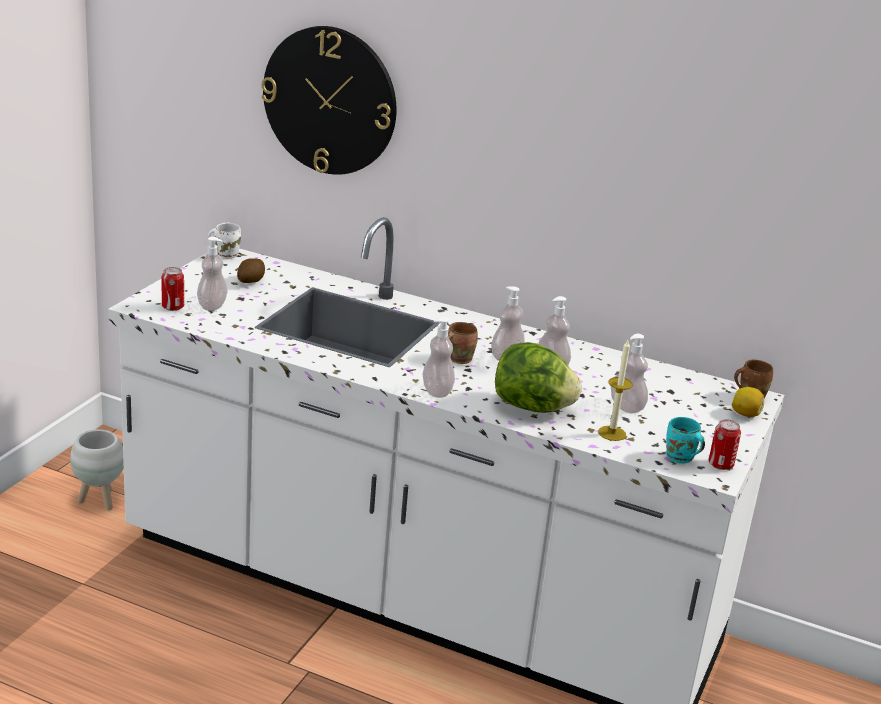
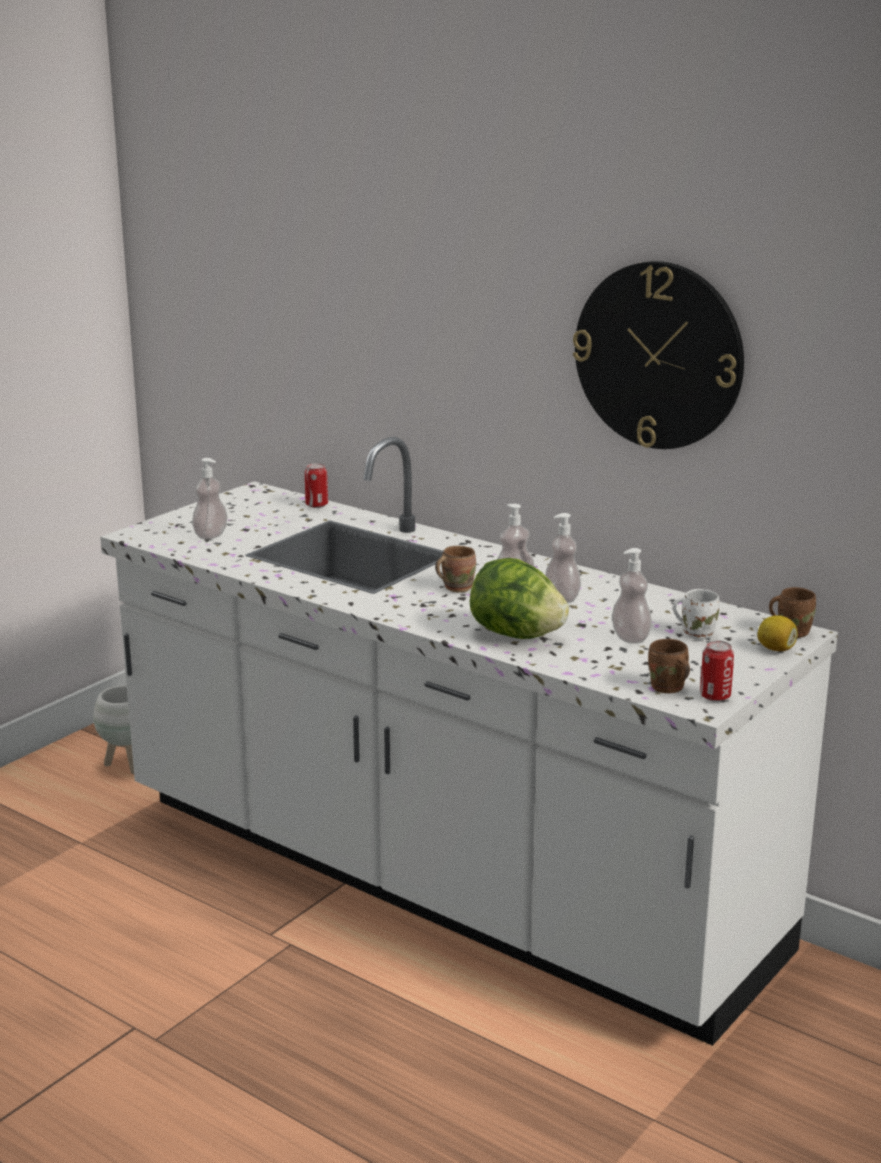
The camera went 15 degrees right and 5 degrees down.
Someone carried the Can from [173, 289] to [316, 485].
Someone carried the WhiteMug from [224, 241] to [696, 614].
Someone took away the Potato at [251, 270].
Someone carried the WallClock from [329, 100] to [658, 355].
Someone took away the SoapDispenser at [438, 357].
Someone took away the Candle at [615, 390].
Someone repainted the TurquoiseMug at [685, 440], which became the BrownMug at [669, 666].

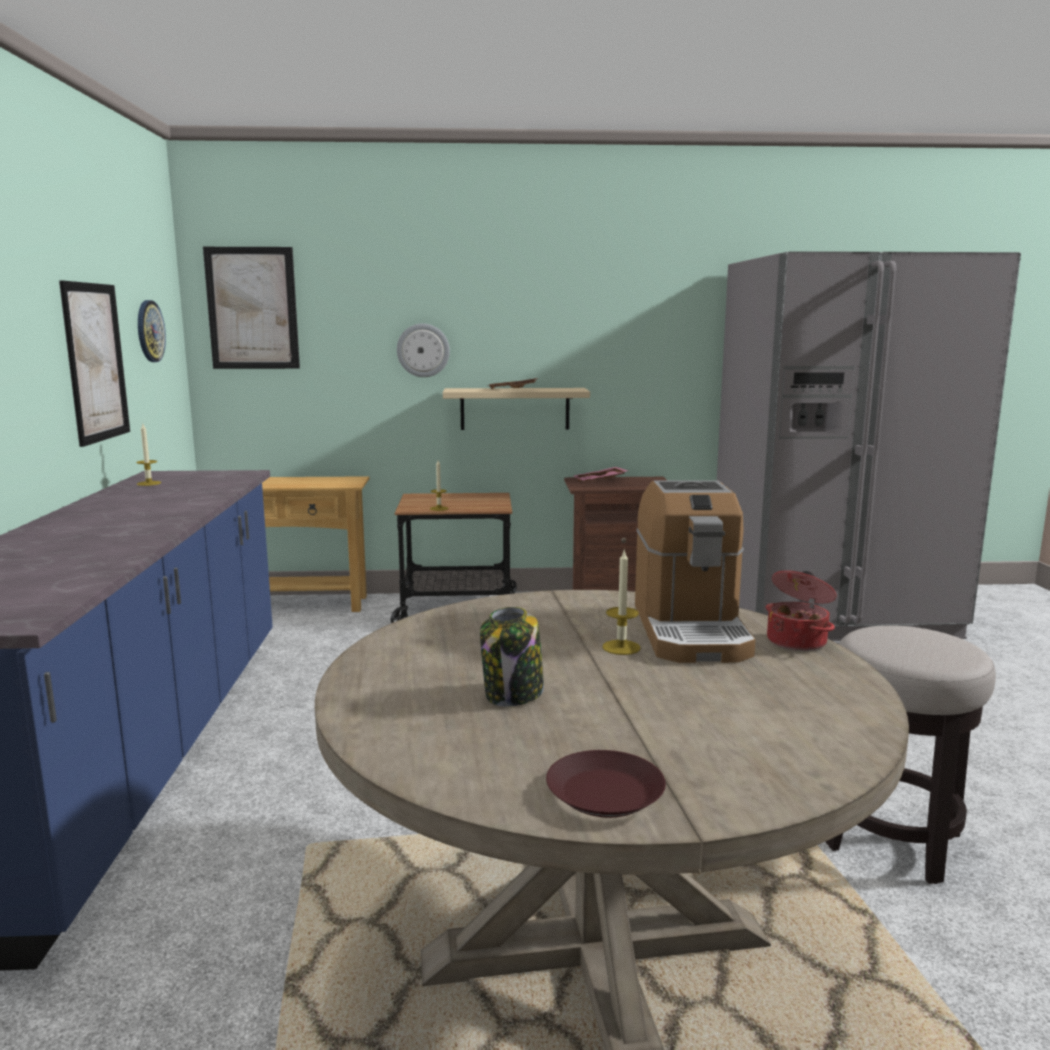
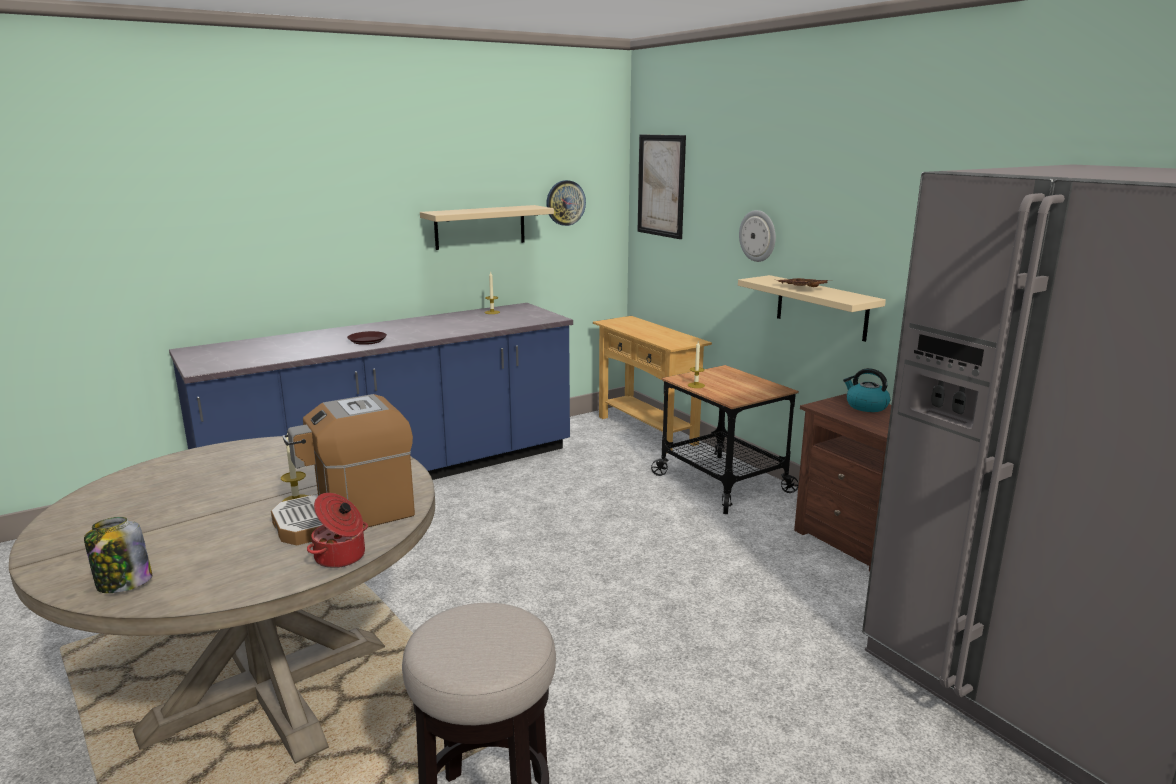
The camera went 60 degrees right and 5 degrees up.
Someone swapped the Picture at [94, 363] for the BeigeShelf at [487, 227].
Someone carried the Jar from [512, 656] to [118, 555].
Someone carried the BrownPlate from [606, 783] to [367, 338].
Someone swapped the PinkTray at [601, 474] for the Kettle at [866, 390].

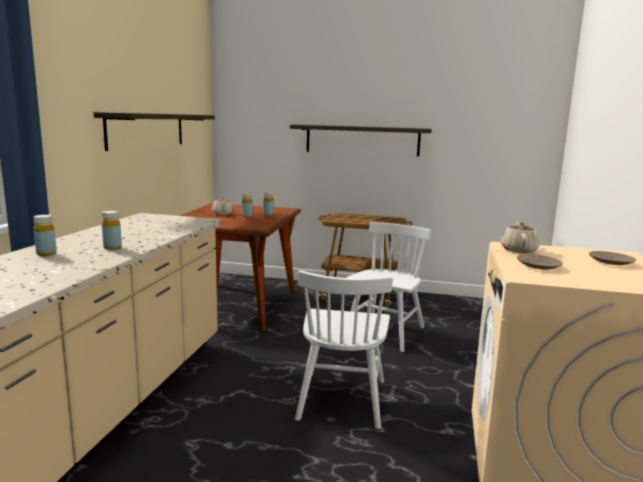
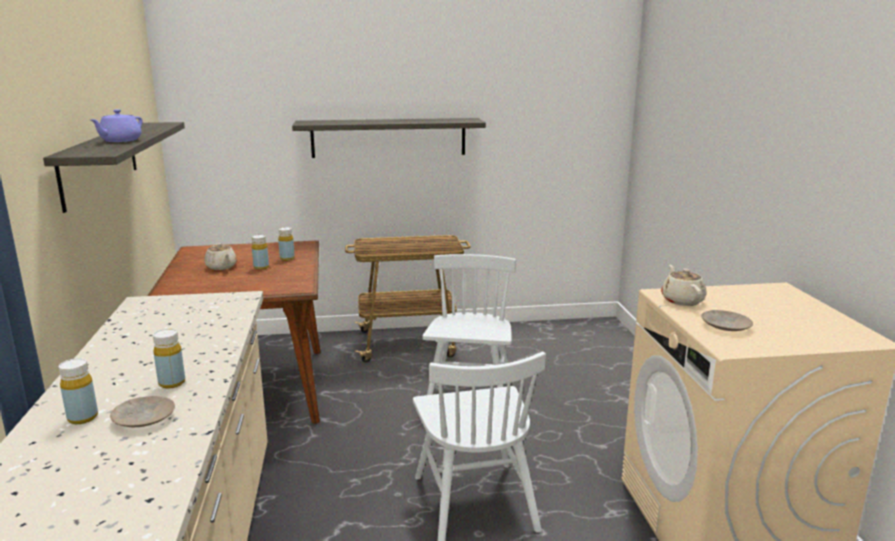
The camera went 20 degrees left and 5 degrees up.
Someone carried the BeigePlate from [612, 258] to [142, 411].
Someone put down the PurpleTeapot at [116, 125].

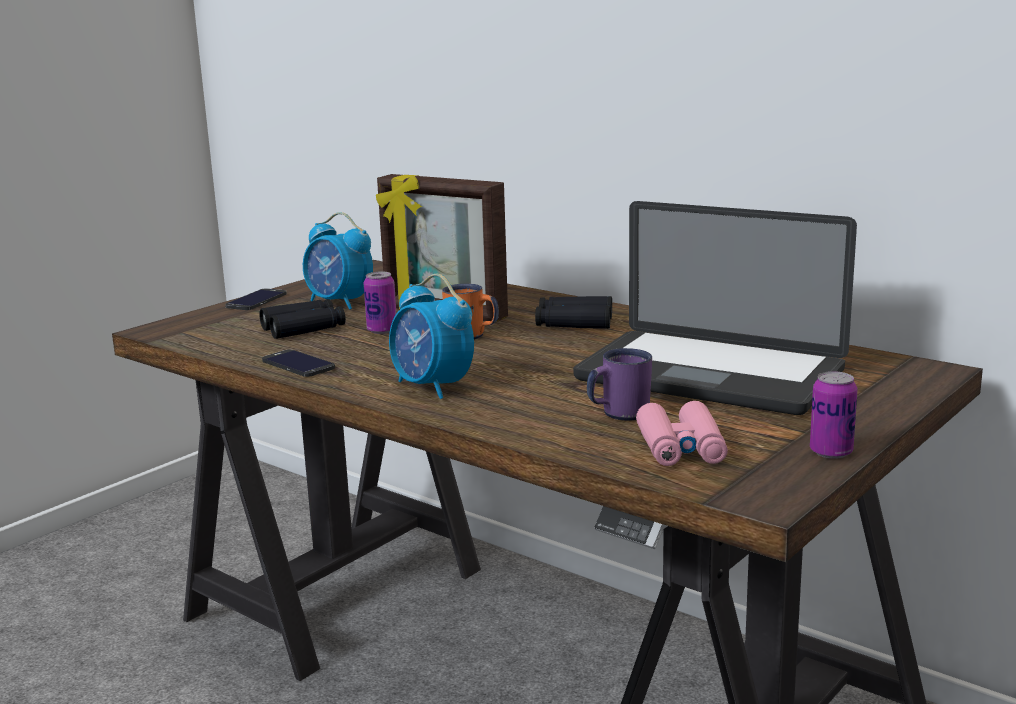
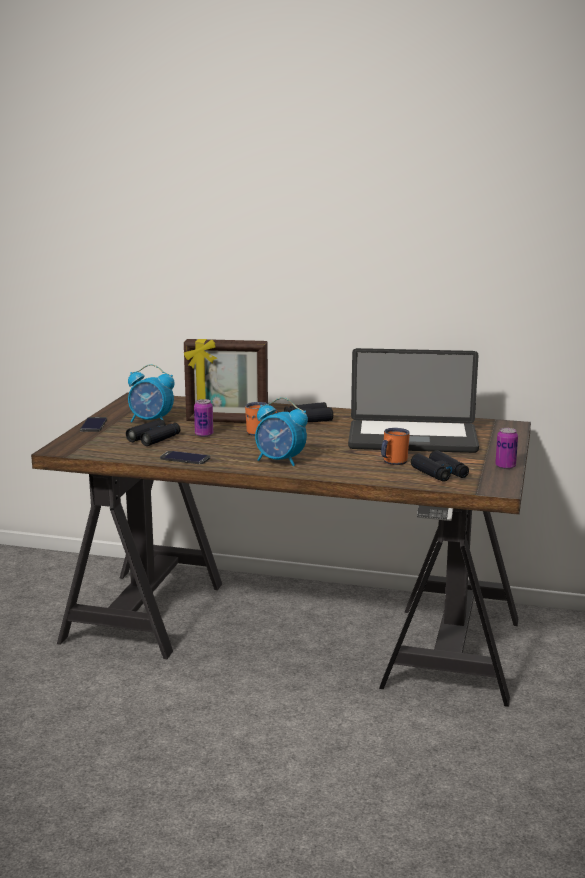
The camera went 25 degrees left and 0 degrees up.
Someone repainted the PurpleMug at [619, 384], which became the OrangeMug at [395, 446].
Someone repainted the PinkBinoculars at [682, 433], which became the BlackBinoculars at [440, 466].

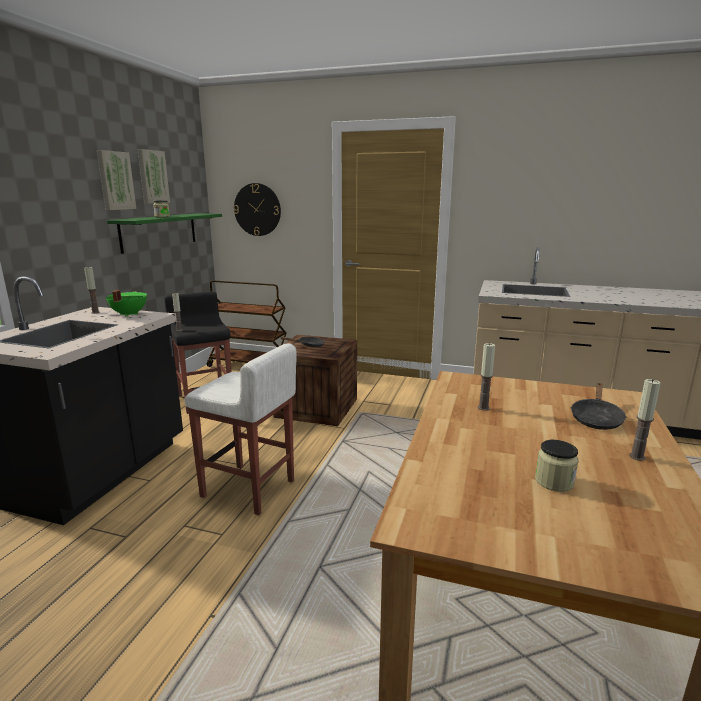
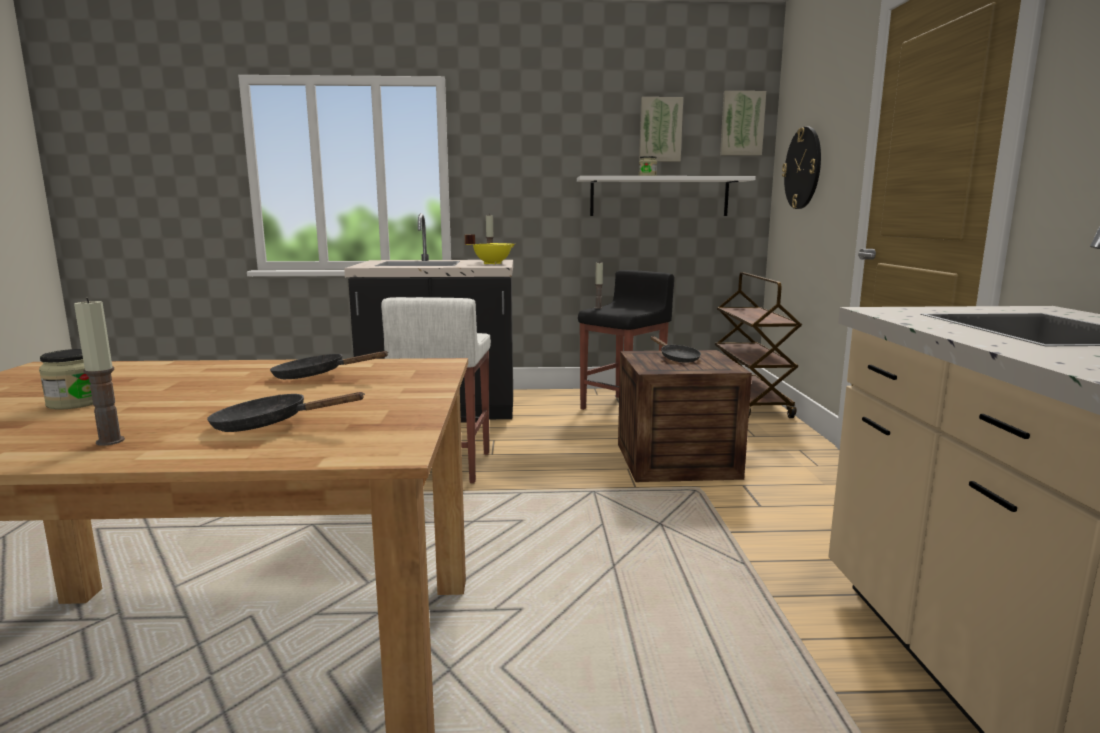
The camera went 70 degrees right and 5 degrees down.
Someone carried the Picture from [116, 180] to [743, 123].
Someone repainted the GreenCookingPot at [126, 303], which became the YellowCookingPot at [490, 249].
Someone repainted the GreenShelf at [164, 233], which became the WhiteShelf at [666, 196].
Someone swapped the Candle at [486, 376] for the BlackFryingPan at [329, 365].

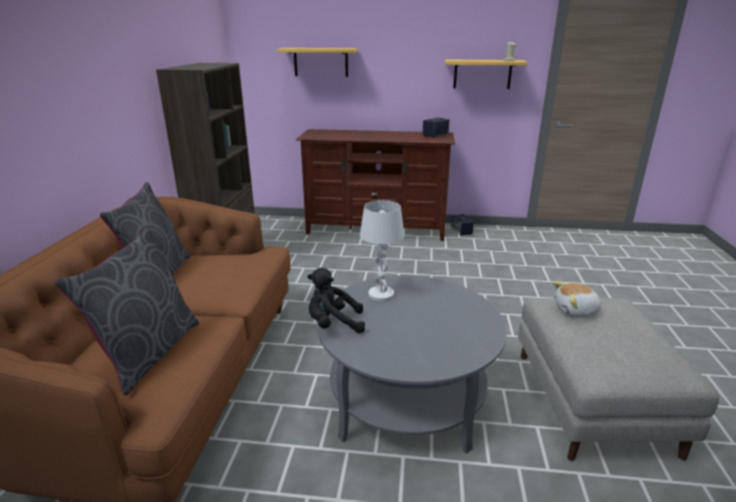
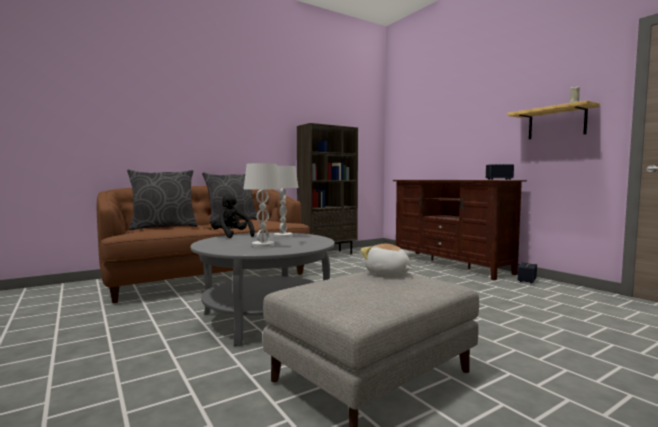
The camera went 50 degrees right and 20 degrees down.
Someone took away the Shelf at [317, 62].
Someone put down the WhiteTableLamp at [262, 205].

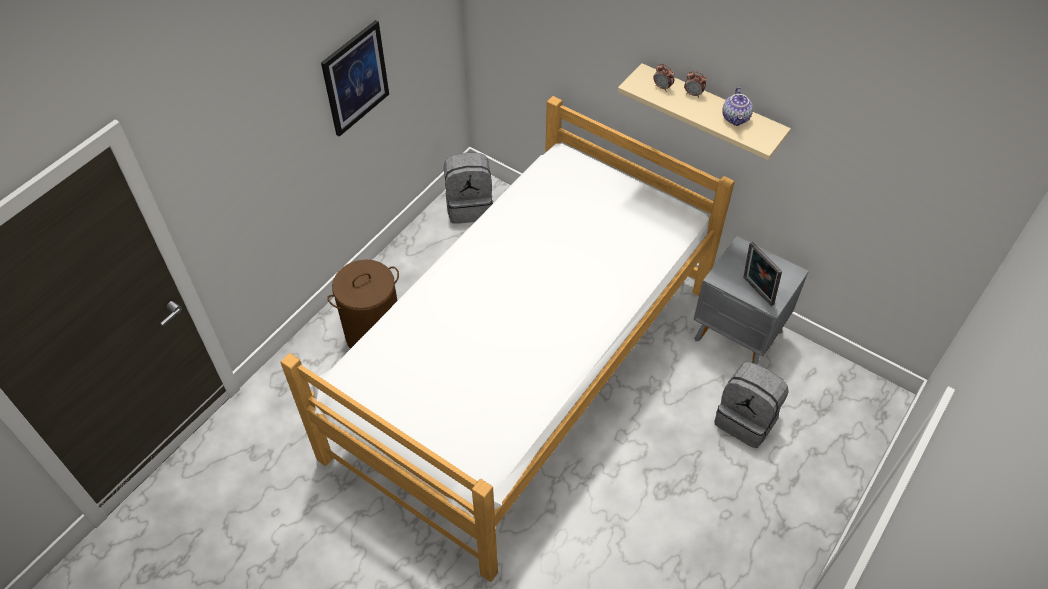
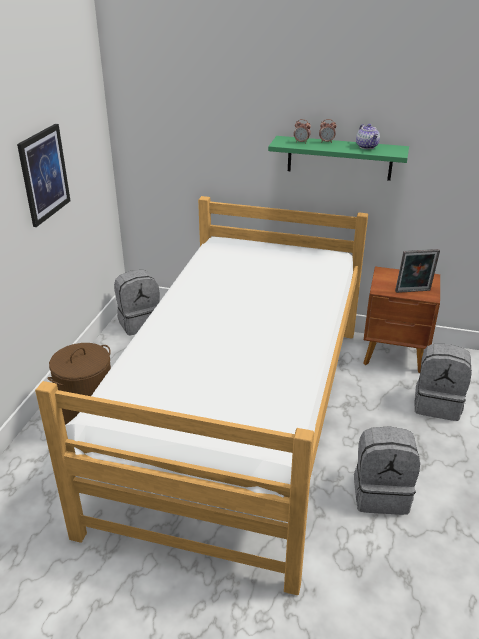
The camera went 20 degrees left and 20 degrees down.
Someone repainted the BeigeShelf at [704, 111], which became the GreenShelf at [338, 158].
Someone repainted the GreyNightstand at [751, 300], which became the BrownNightstand at [401, 320].
Someone rotated the PictureFrame at [762, 274] by 45 degrees counterclockwise.
Someone put down the GreyBackpack at [387, 470].

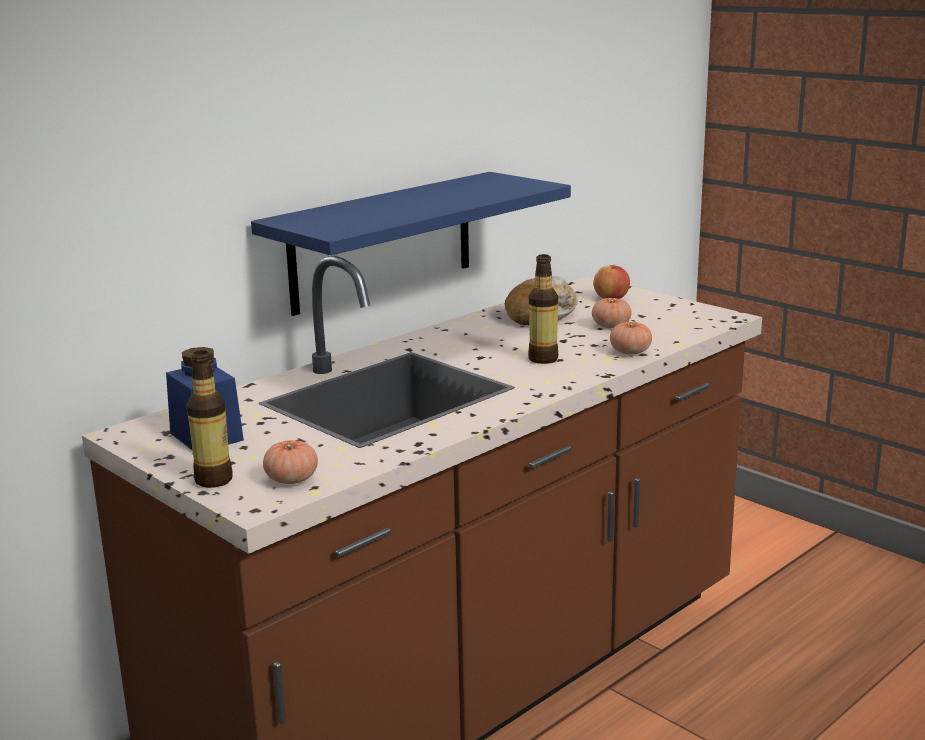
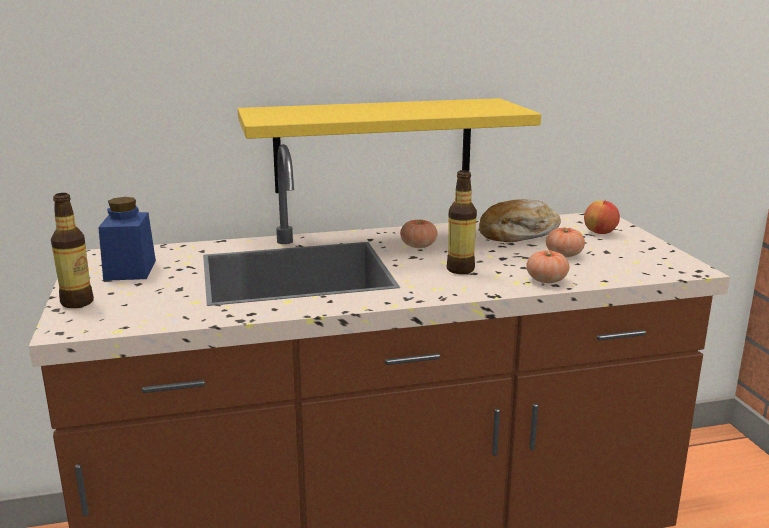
The camera went 30 degrees right and 0 degrees up.
Someone repainted the BlueShelf at [411, 244], which became the YellowShelf at [389, 145].
Someone carried the Tomato from [290, 462] to [418, 234].

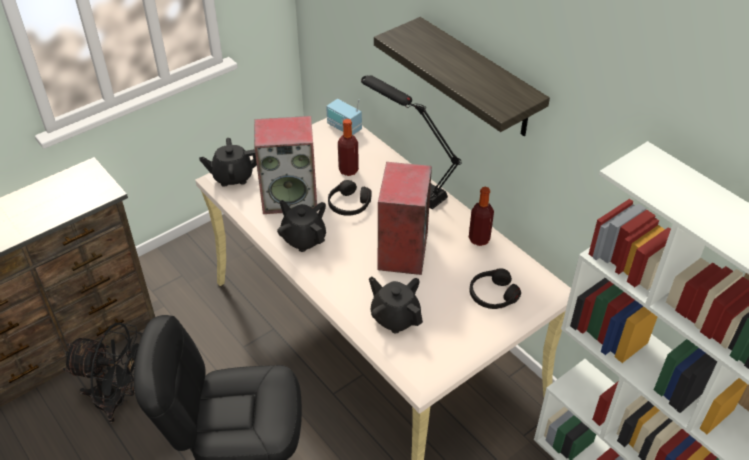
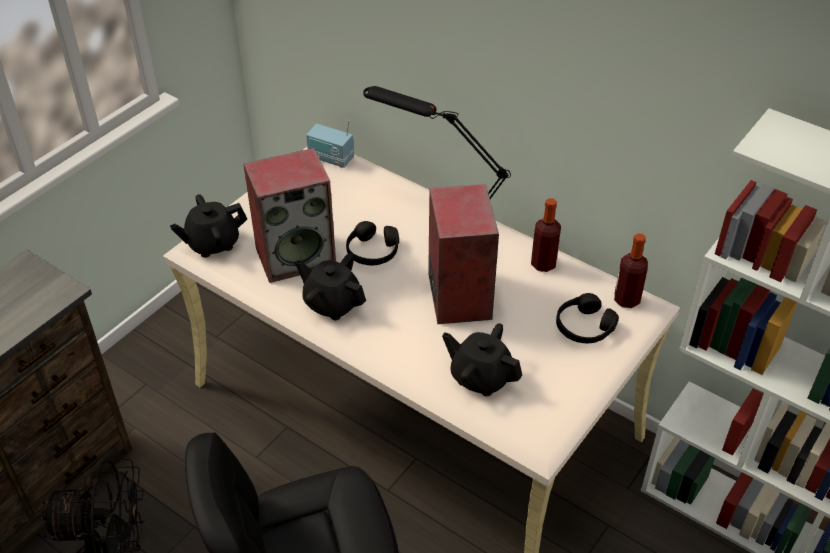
The camera went 15 degrees left and 0 degrees up.
Someone carried the Bottle from [348, 147] to [631, 270].
Someone took away the Shelf at [462, 76].

